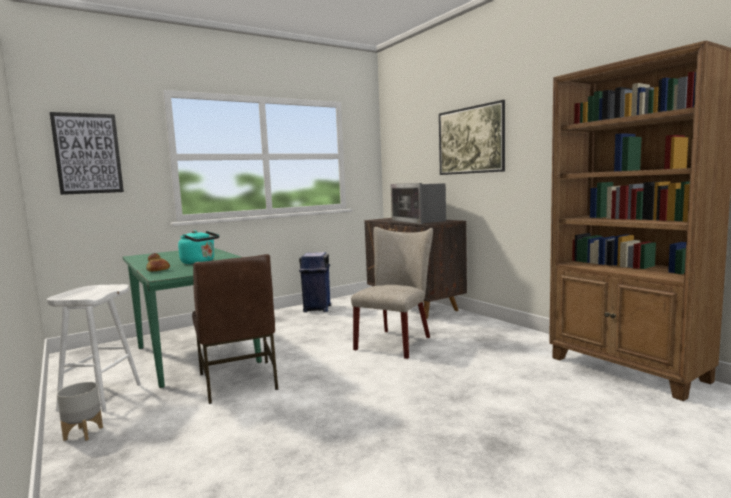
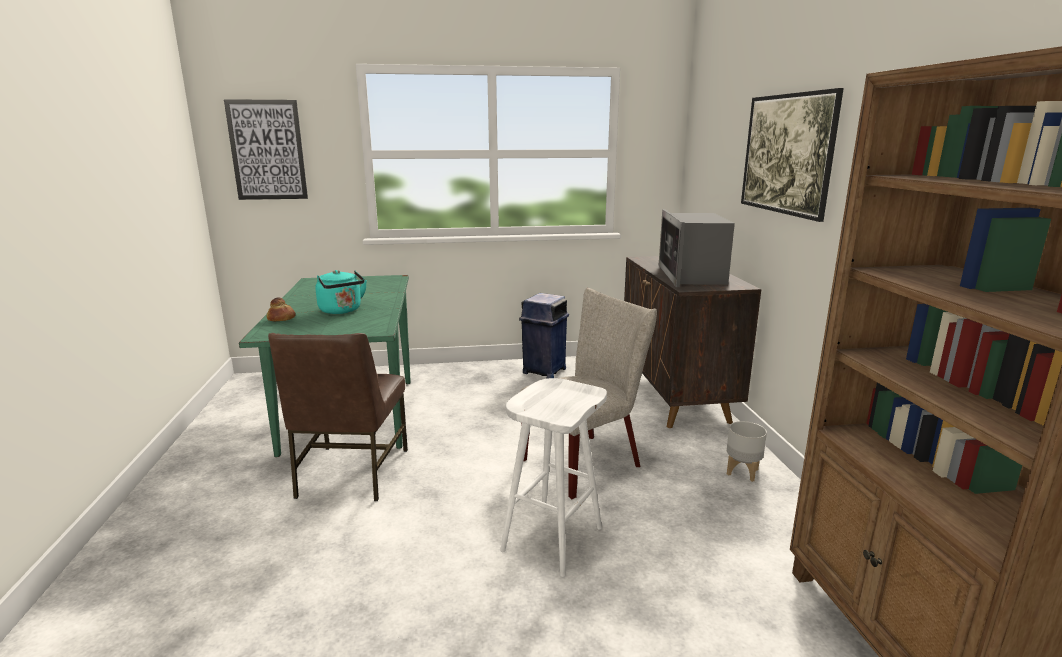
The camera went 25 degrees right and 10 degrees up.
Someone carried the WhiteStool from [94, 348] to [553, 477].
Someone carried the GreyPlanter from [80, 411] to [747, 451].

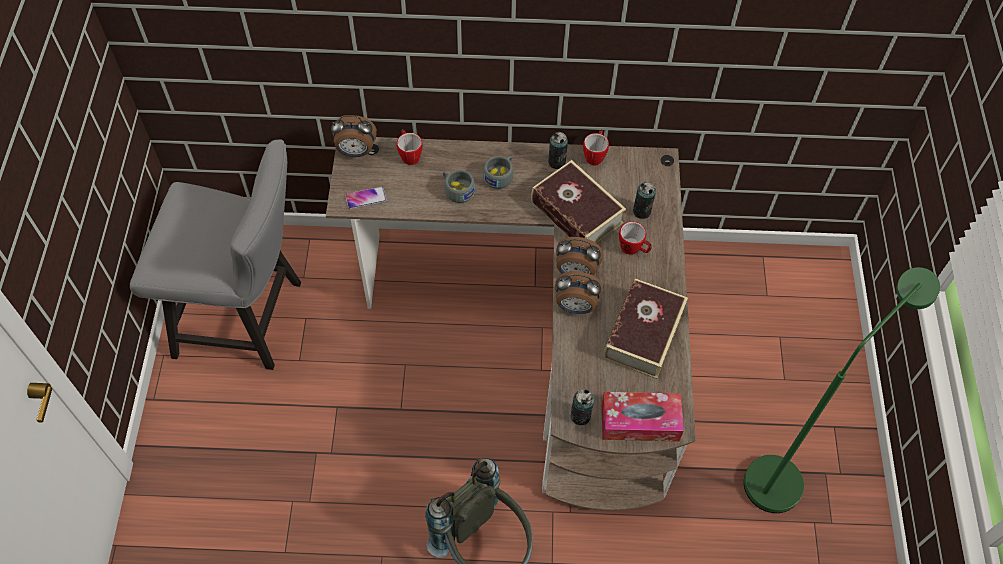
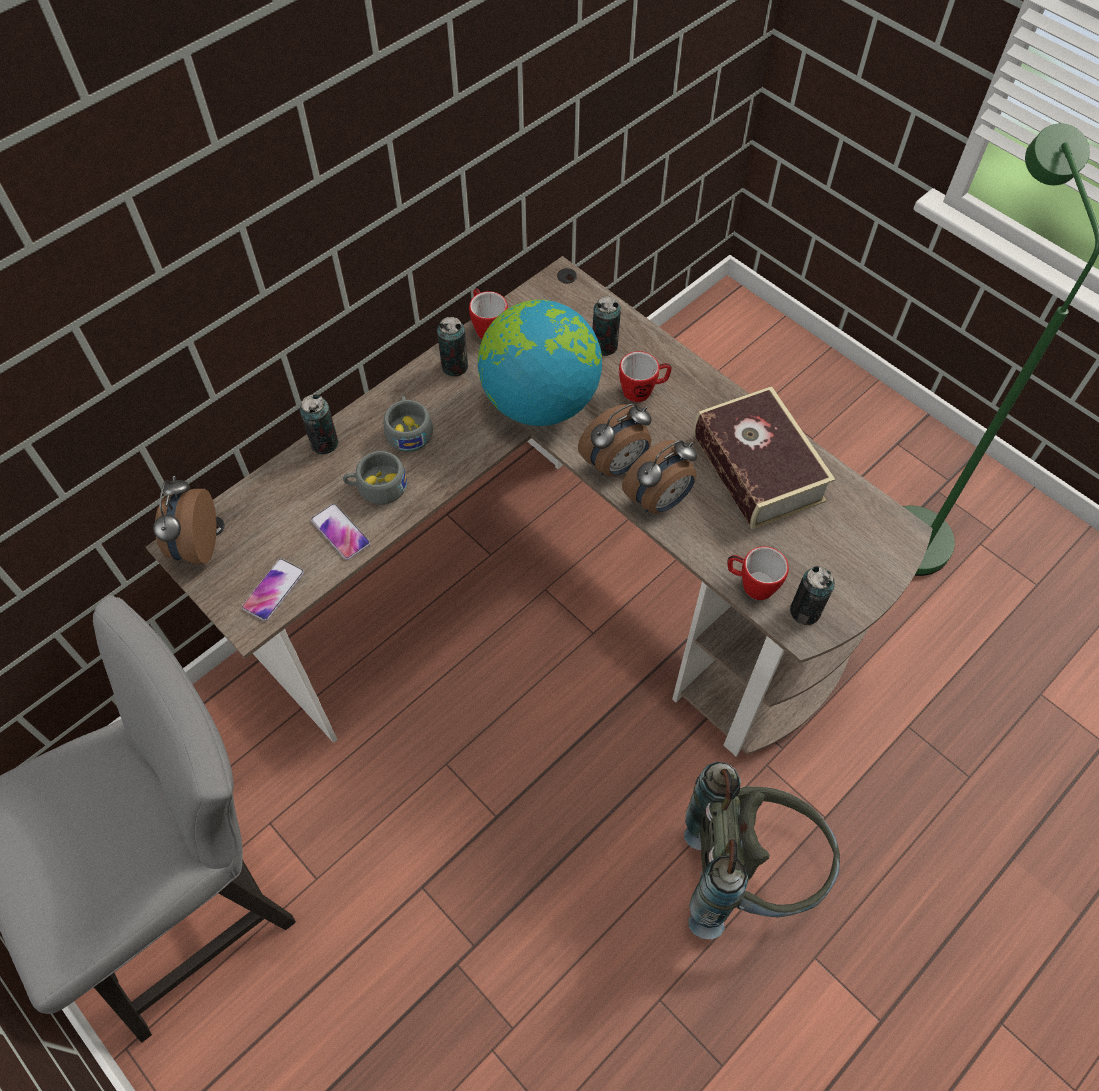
The camera went 45 degrees left and 0 degrees up.
Someone rotated the AlarmClock at [354, 136] by 135 degrees clockwise.
Someone carried the Mug from [410, 147] to [758, 573].
Someone swapped the Book at [578, 201] for the Globe at [540, 363].
Someone took away the TissueBox at [643, 417].
Someone put down the Can at [319, 424].
Someone put down the Phone at [340, 532].

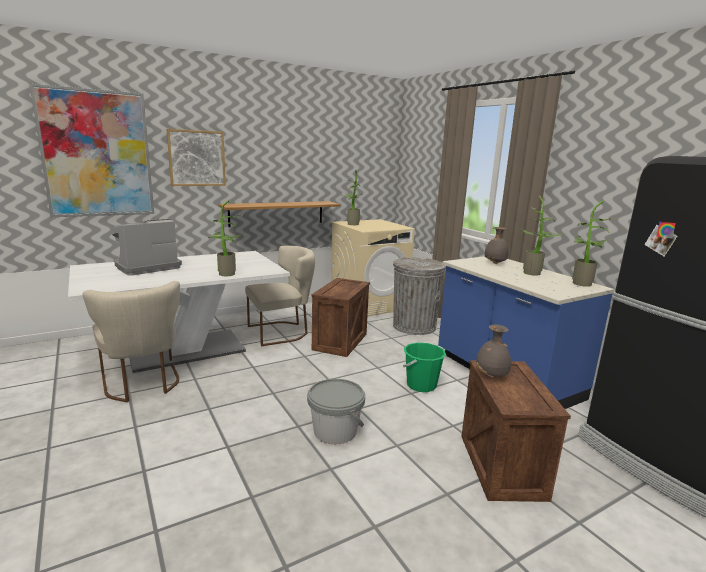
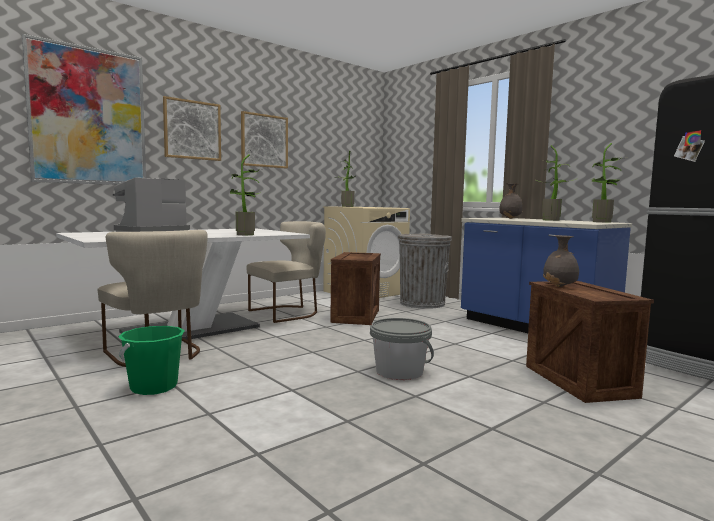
The camera went 10 degrees left and 10 degrees down.
Someone took away the Shelf at [279, 214].
Someone carried the GreenBucket from [424, 367] to [151, 360].
Someone put up the Picture at [264, 139].

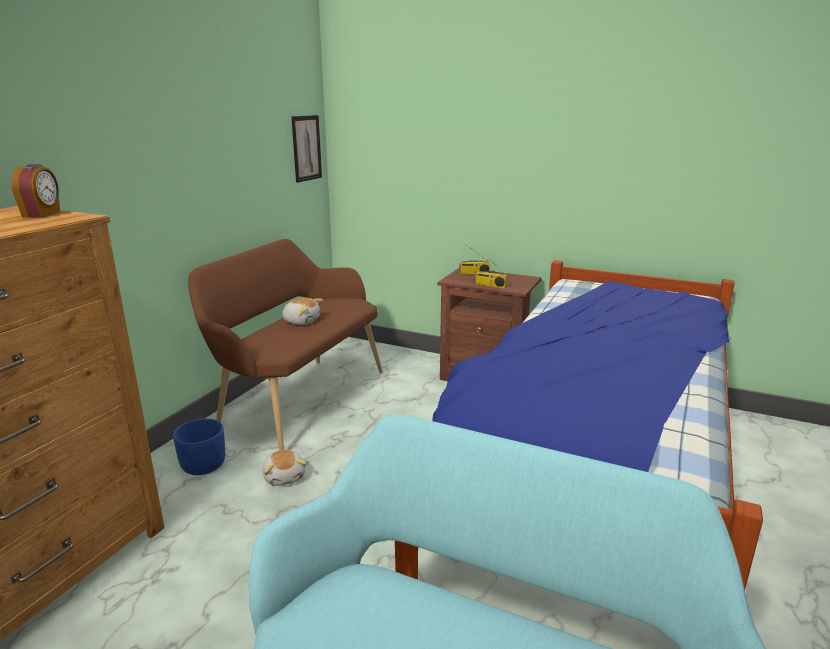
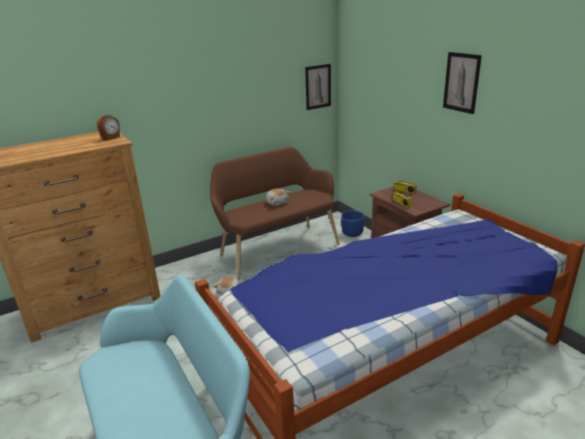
The camera went 35 degrees right and 5 degrees up.
Someone carried the BluePlanter from [199, 447] to [353, 224].
Someone put up the Picture at [462, 83].

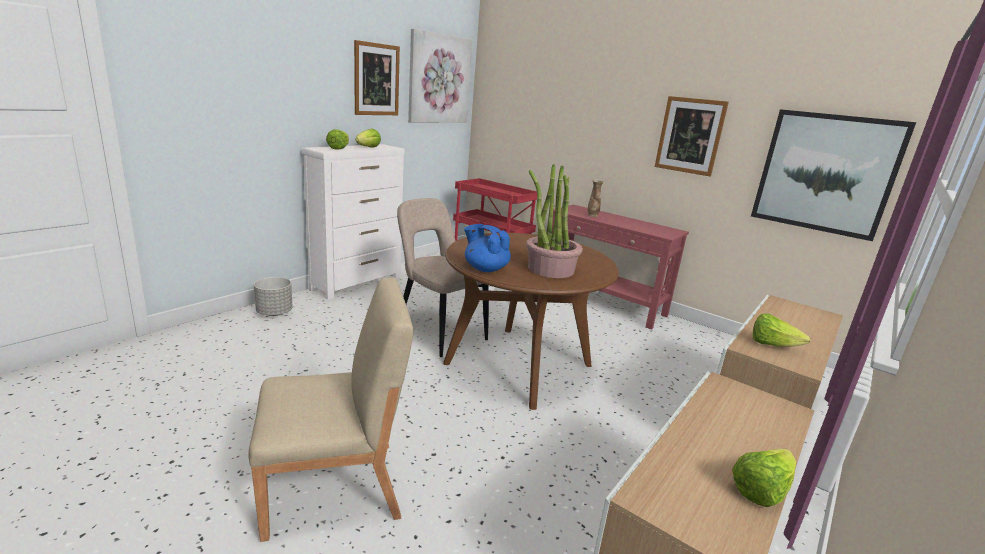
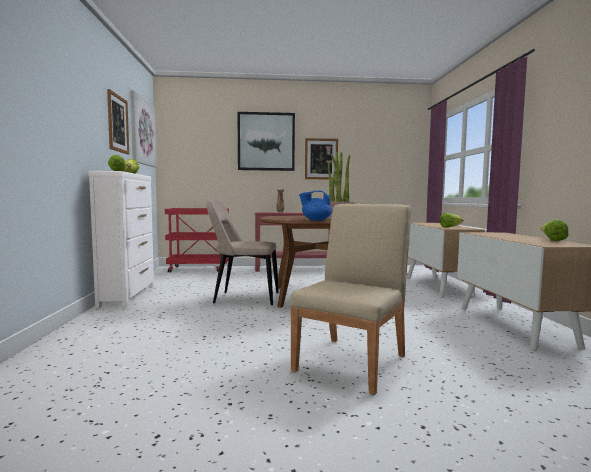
The camera went 40 degrees left and 15 degrees down.
Someone took away the GreyPlanter at [273, 296].
Someone carried the Picture from [833, 175] to [266, 141].

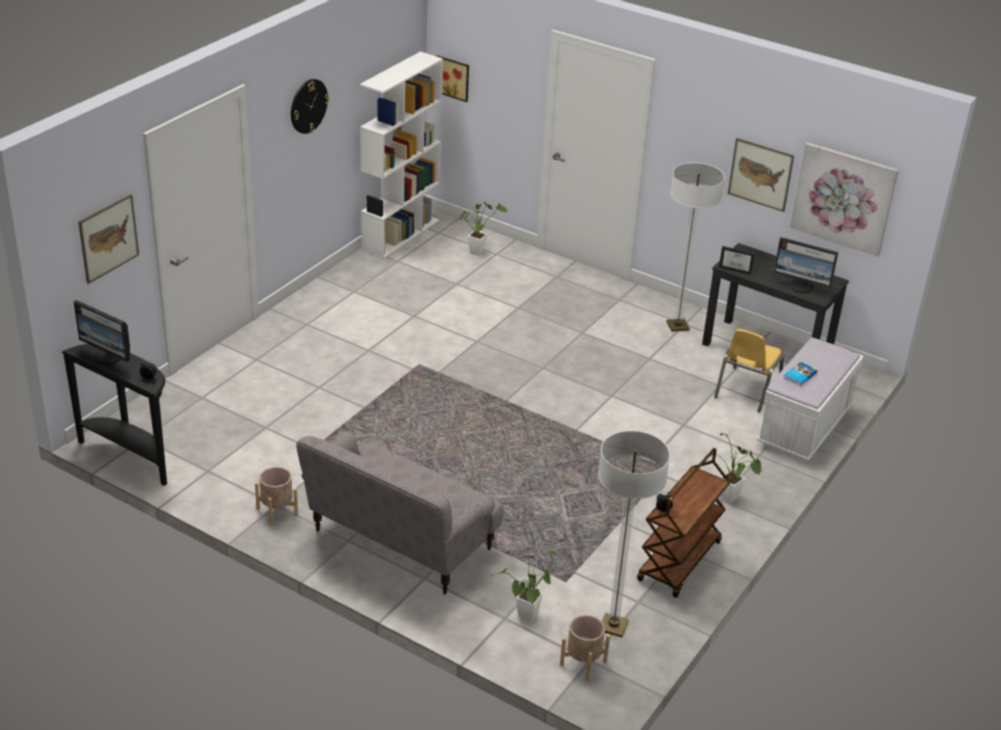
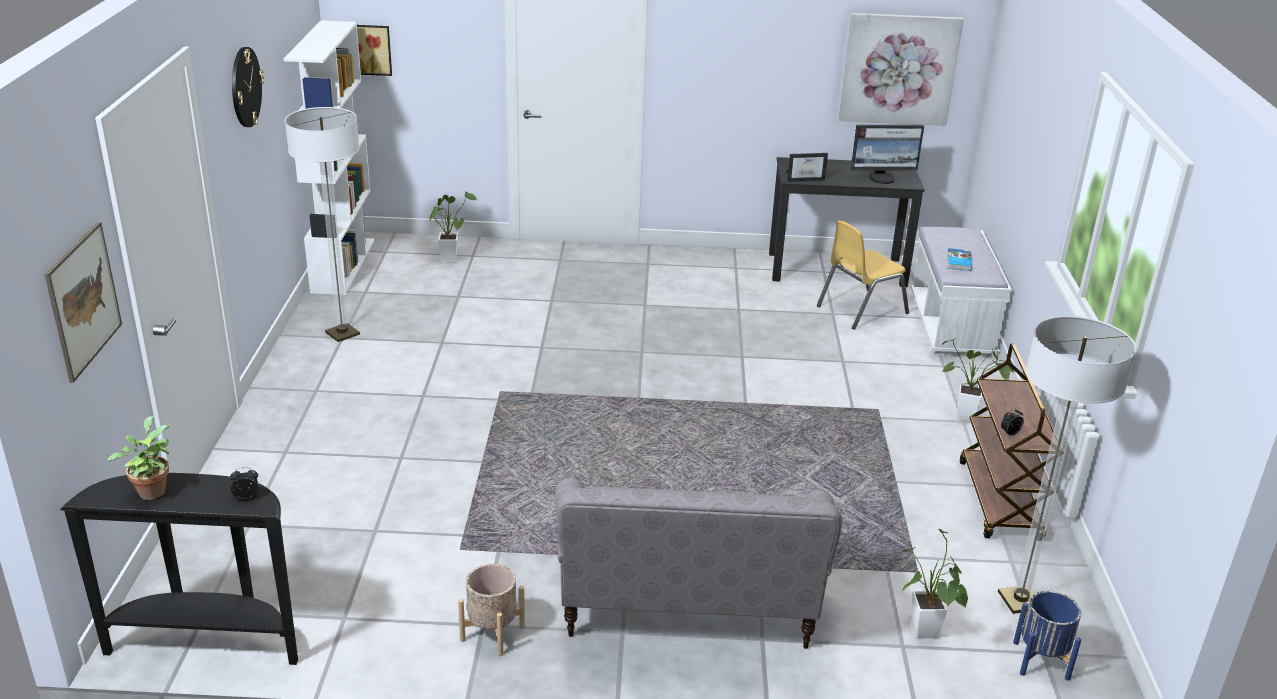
The camera went 30 degrees left and 5 degrees down.
Someone swapped the Monitor at [101, 332] for the PottedPlant at [138, 458].
Someone repainted the BeigePlanter at [585, 648], which became the BluePlanter at [1047, 635].
Someone carried the FloorLamp from [695, 247] to [322, 224].
Someone rotated the YellowChair at [749, 371] by 60 degrees clockwise.
Someone took away the Picture at [761, 175].

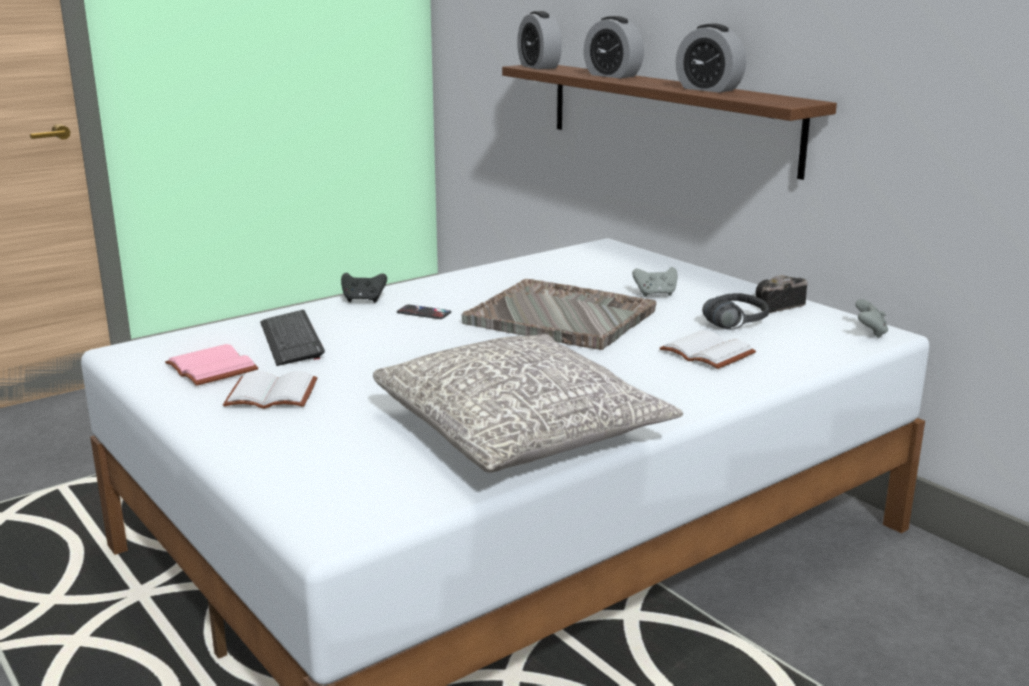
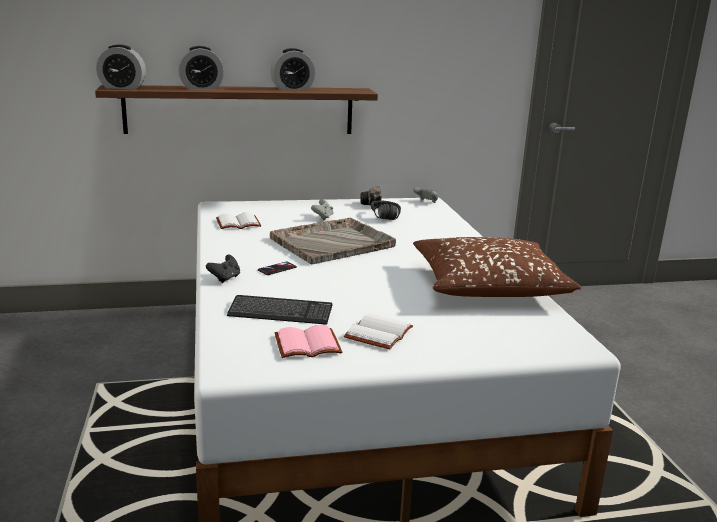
The camera went 65 degrees left and 0 degrees up.
Someone repainted the GreyPillow at [528, 403], which became the BrownPillow at [497, 267].
Someone carried the WhiteBook from [708, 349] to [238, 220].

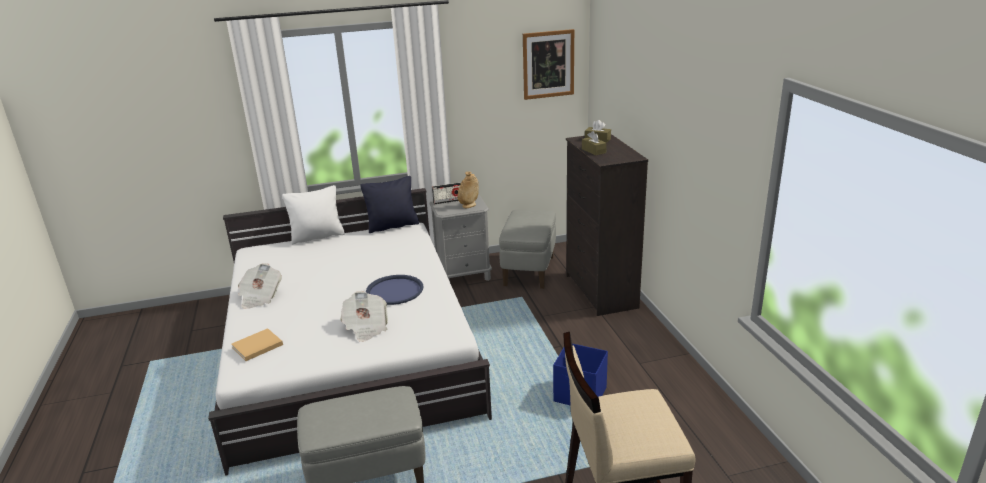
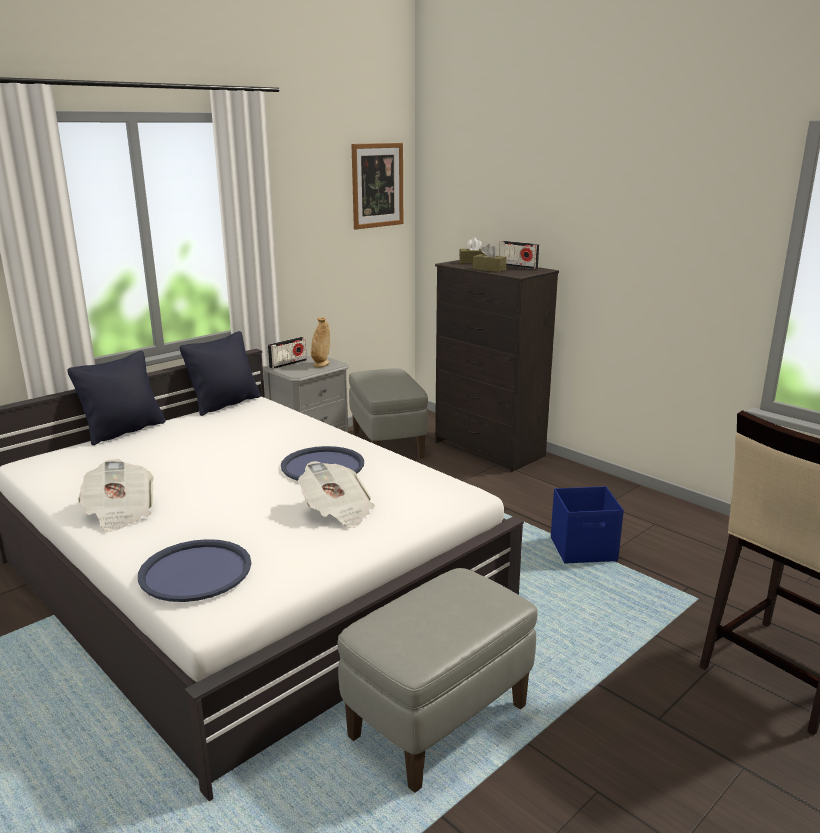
The camera went 30 degrees left and 5 degrees down.
Someone swapped the BeigeBook at [257, 344] for the BlueTray at [194, 570].
Someone repainted the WhitePillow at [313, 214], which became the BlackPillow at [116, 398].
Someone put down the Radio at [519, 255].

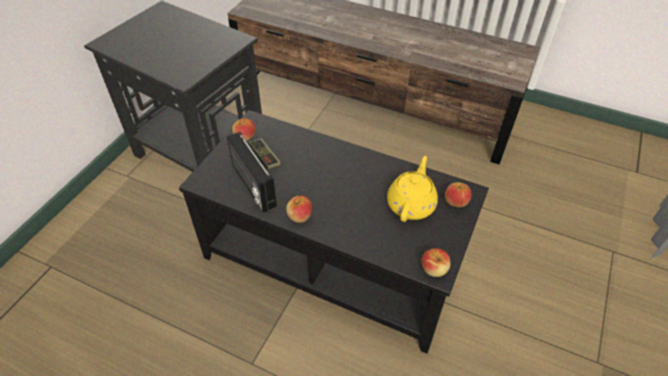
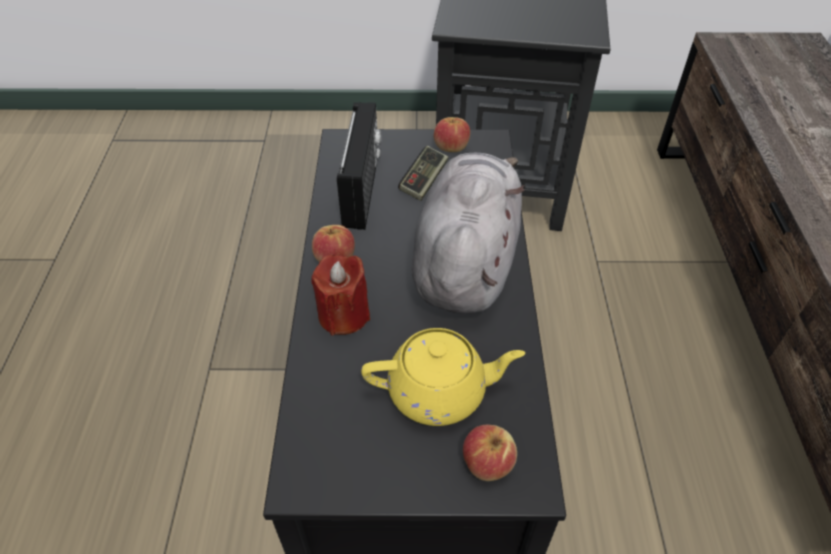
The camera went 65 degrees right and 0 degrees up.
Someone rotated the Radio at [252, 172] by 150 degrees clockwise.
Someone took away the Apple at [436, 262].
Someone put down the RedCandle at [340, 295].
Someone put down the GreyPlushToy at [468, 233].

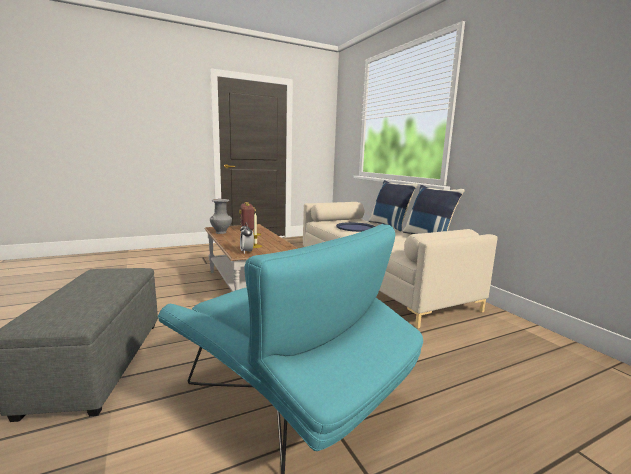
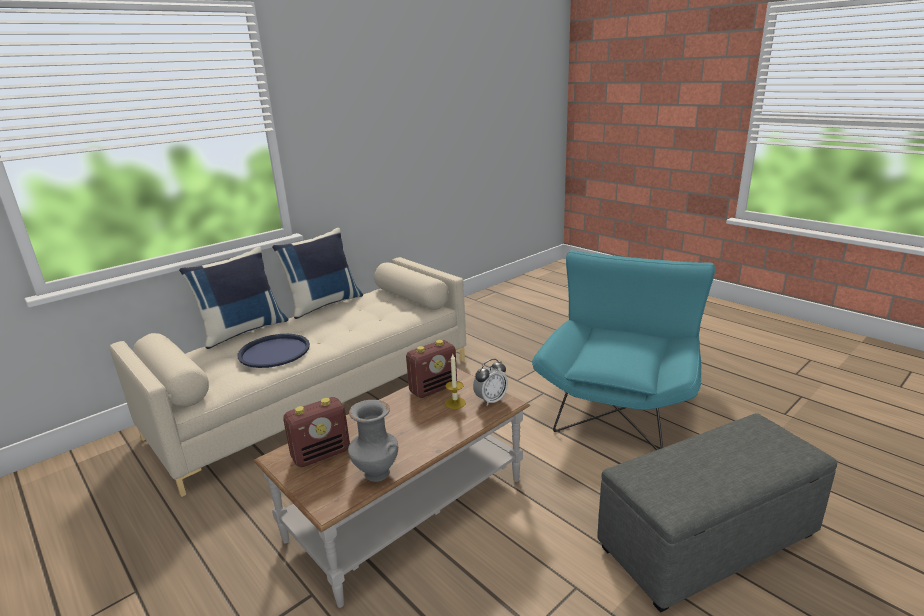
The camera went 105 degrees left and 10 degrees up.
Someone put down the Radio at [431, 369].

